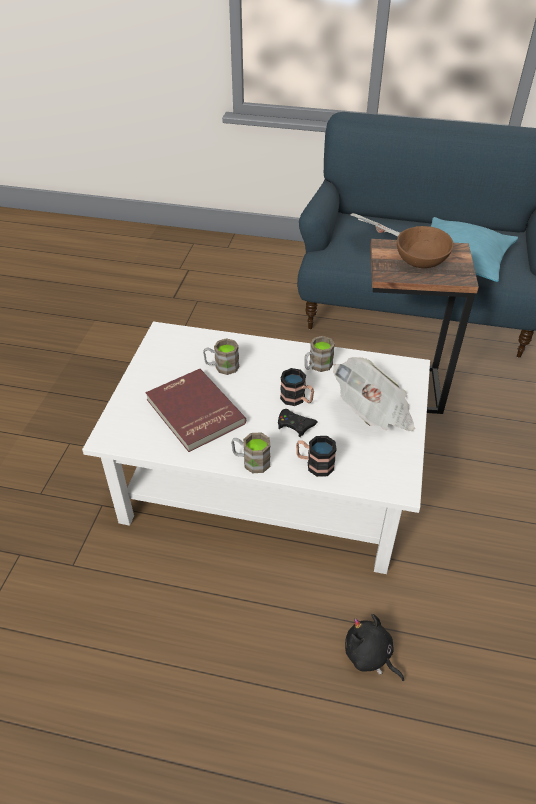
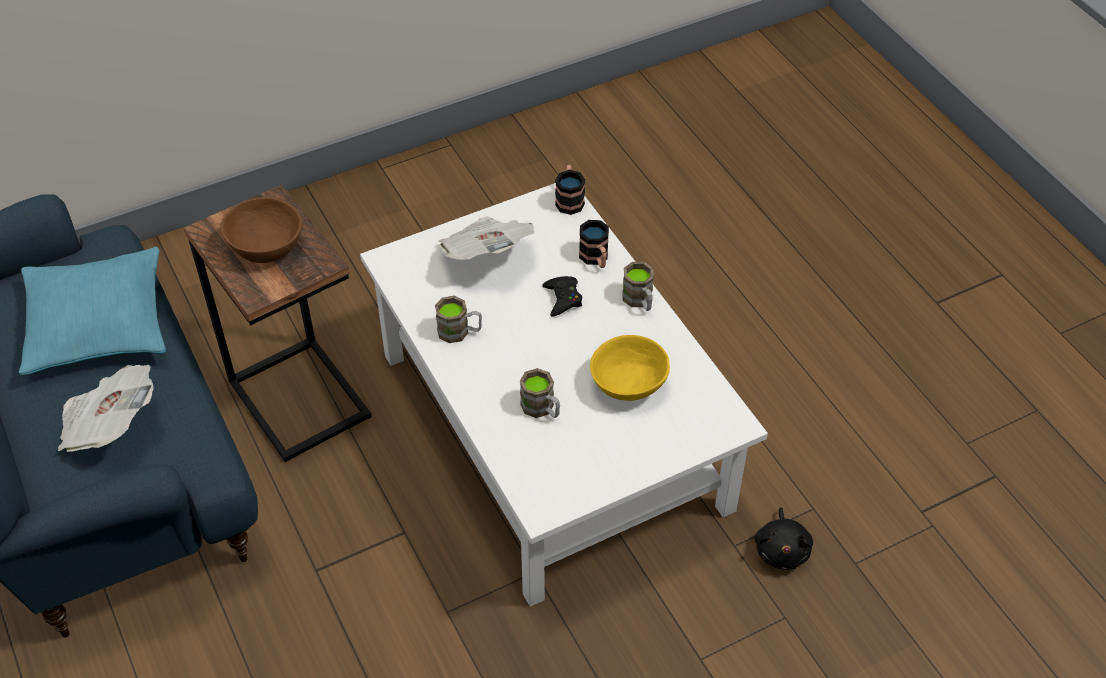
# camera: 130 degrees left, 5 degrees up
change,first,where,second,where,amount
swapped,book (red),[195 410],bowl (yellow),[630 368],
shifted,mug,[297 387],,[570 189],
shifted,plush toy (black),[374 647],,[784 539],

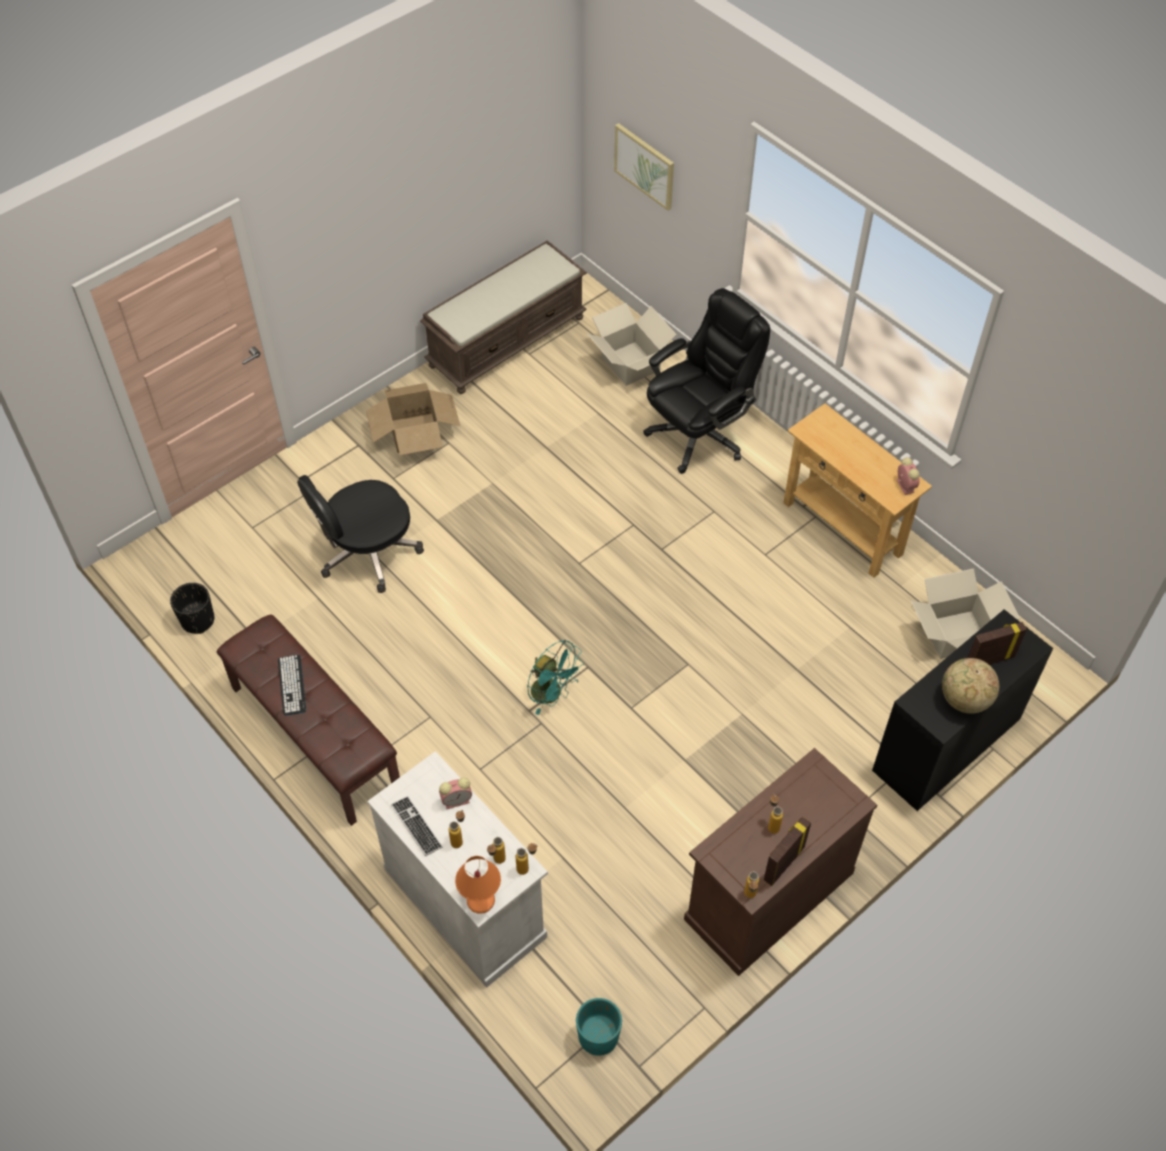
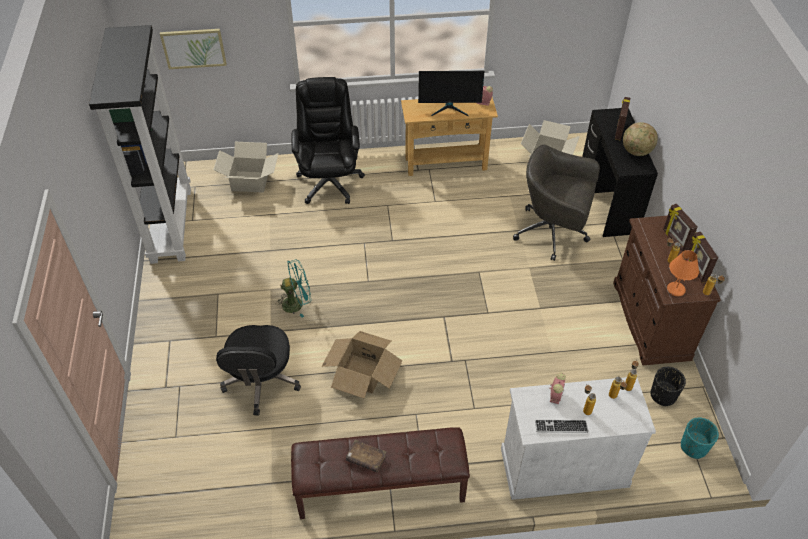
# camera: 55 degrees left, 5 degrees down
change,first,where,second,where,amount
shifted,planter (black),[192 608],,[668 386],
swapped,keyboard,[292 685],book (brown),[366 456],
shifted,cardboard box,[413 419],,[361 365],
swapped,bench (brown),[503 317],bookcase (black),[140 144],
shifted,table lamp (orange),[478 885],,[683 273],
shifted,fan (turquoise),[555 677],,[293 288],
new,,,monitor,[451 93],
new,,,office chair (grey),[556 202],
new,,,picture frame,[680 228],

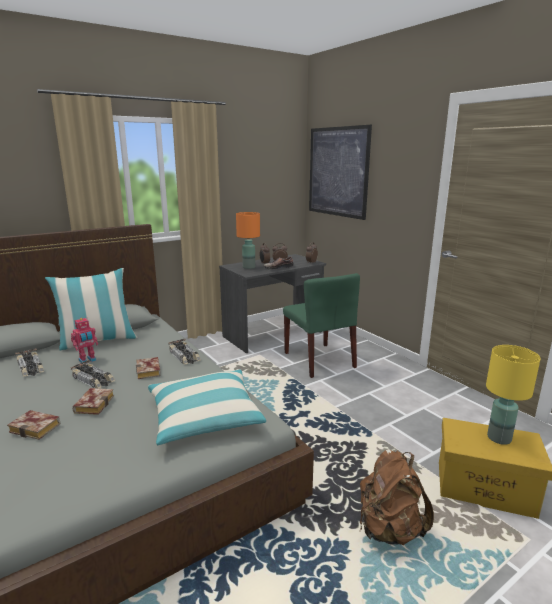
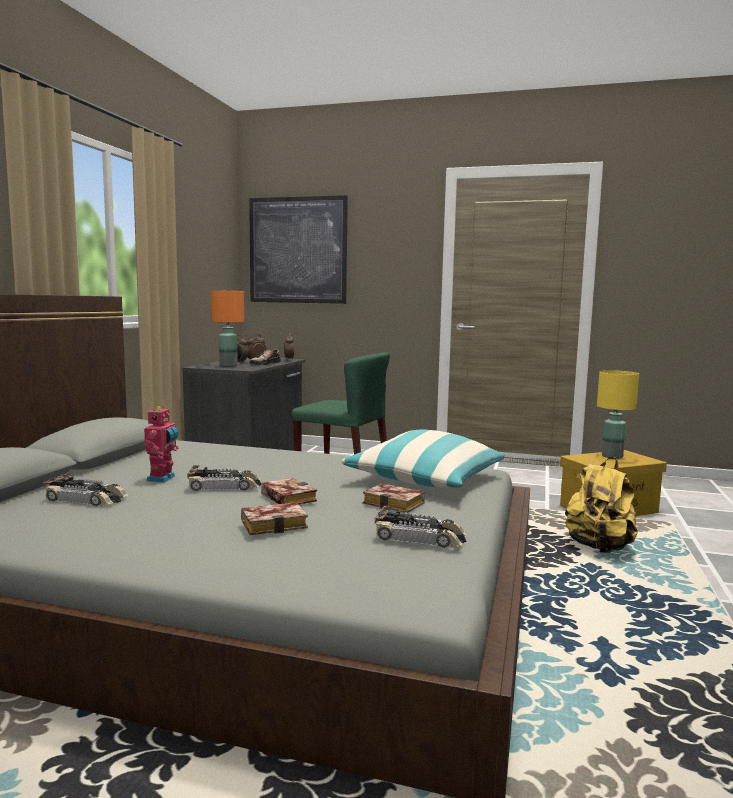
# camera: 40 degrees left, 10 degrees down
change,first,where,second,where,amount
gone,pillow,[91 309],,,
shifted,book,[148 368],,[394 498],
shifted,toy car,[184 352],,[420 526],
repainted,backpack (brown),[397 497],backpack (yellow),[601 505],

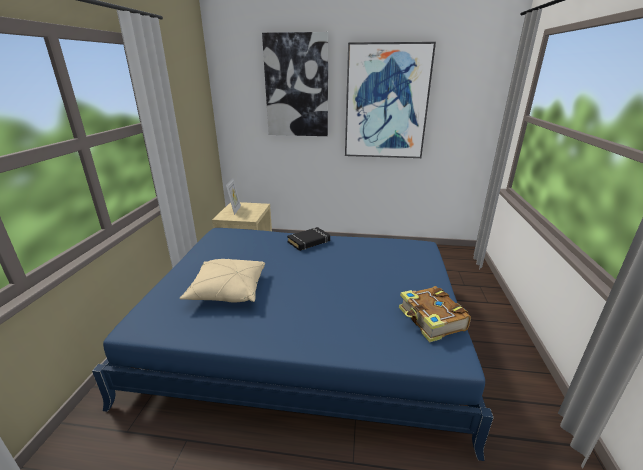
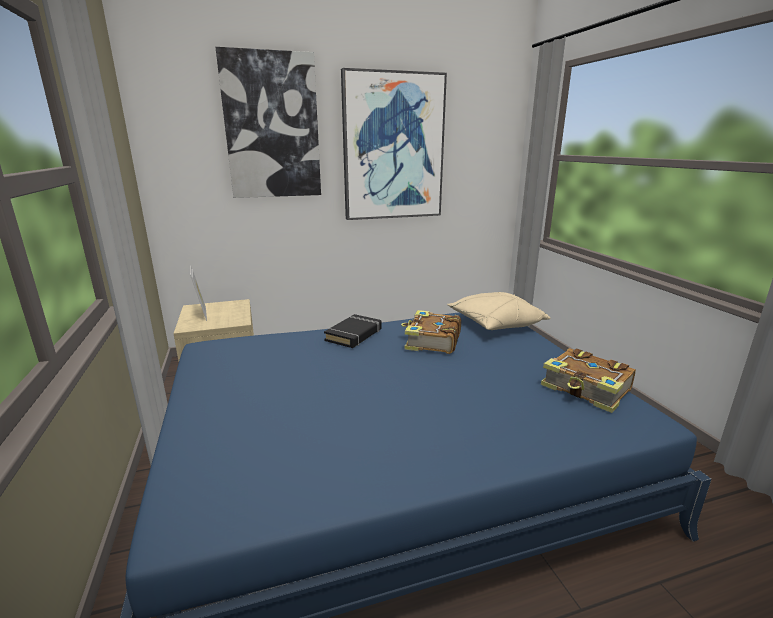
# camera: 25 degrees left, 5 degrees down
change,first,where,second,where,amount
shifted,pillow (beige),[222 281],,[499 311],
new,,,book,[431 332],

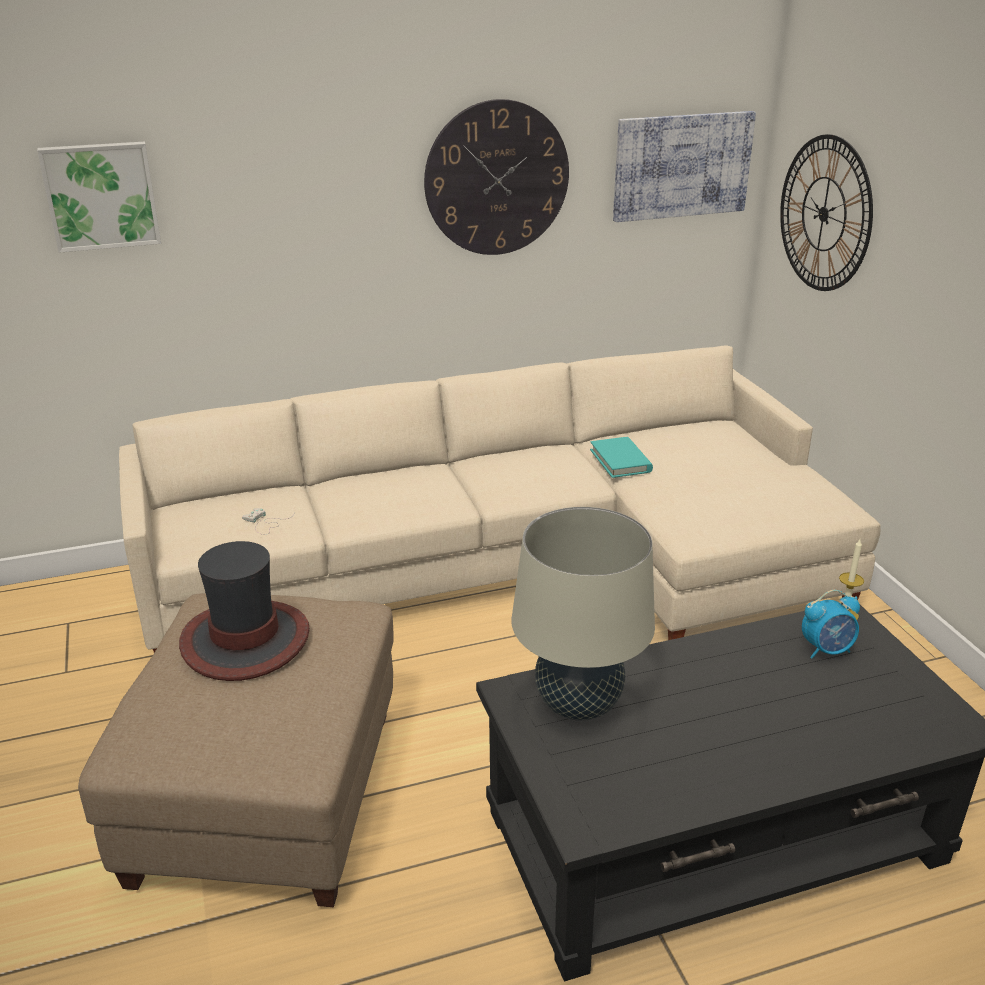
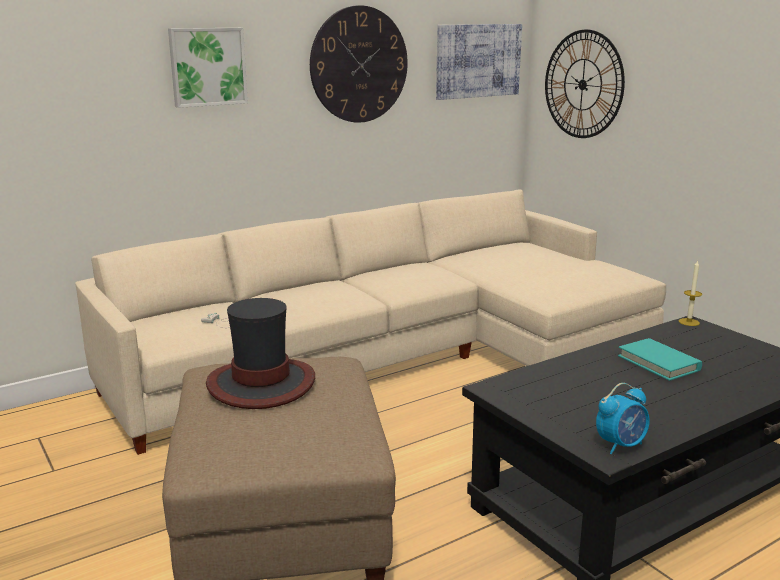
# camera: 15 degrees left, 10 degrees down
change,first,where,second,where,amount
shifted,picture,[99 197],,[208 68],
gone,table lamp (beige),[583 614],,,
shifted,book (turquoise),[621 457],,[660 359],
shifted,alarm clock,[831 624],,[623 418],

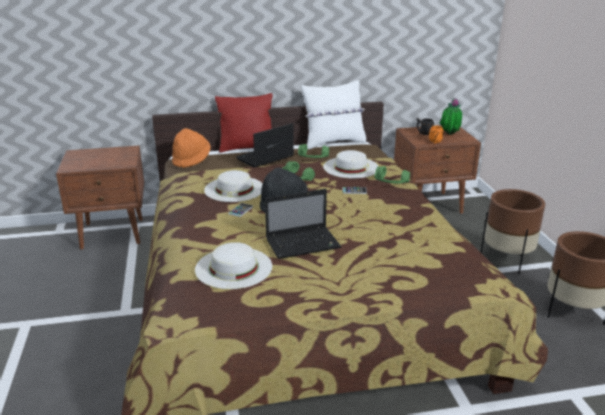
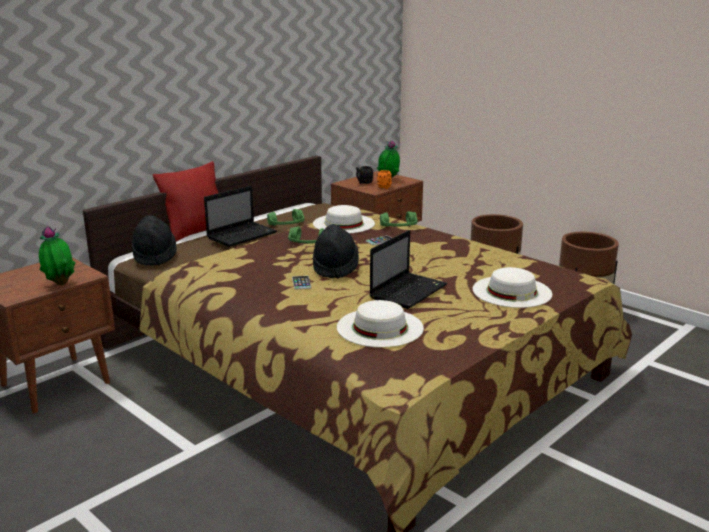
# camera: 35 degrees left, 5 degrees down
change,first,where,second,where,amount
repainted,hat (orange),[191 148],hat (black),[154 240],
shifted,hat (white),[233 186],,[512 287],
rotated,laptop,[265 145],,[240 216],150 degrees counterclockwise
gone,pillow (white),[334 114],,,
new,,,potted plant,[57 255],

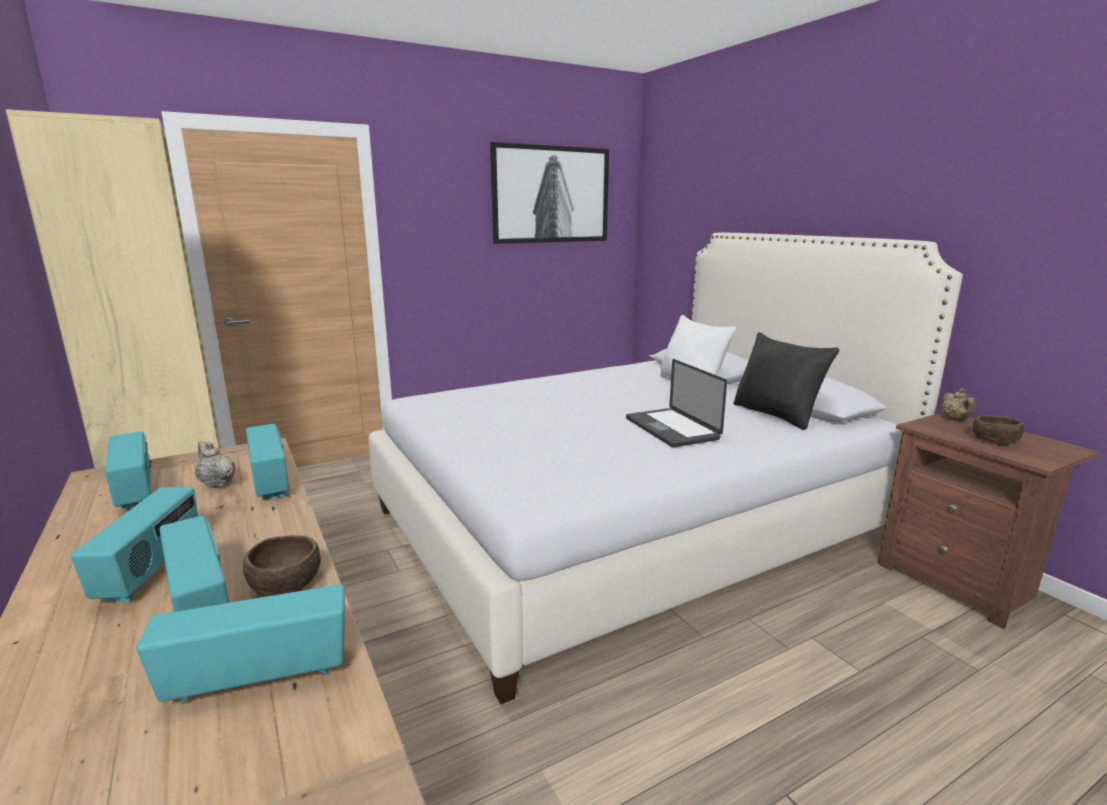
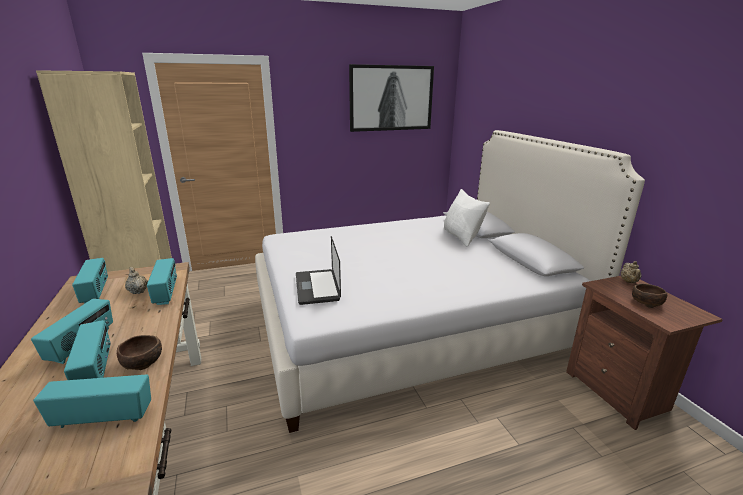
# camera: 10 degrees right, 5 degrees up
change,first,where,second,where,amount
shifted,laptop,[676 403],,[318 270],
gone,pillow (black),[786 381],,,

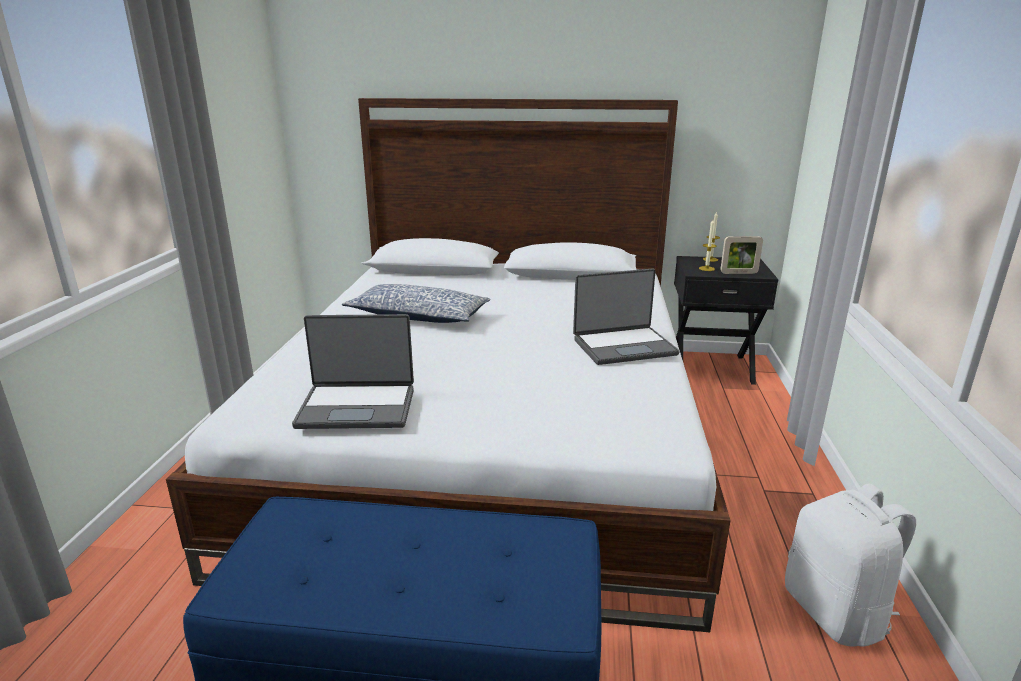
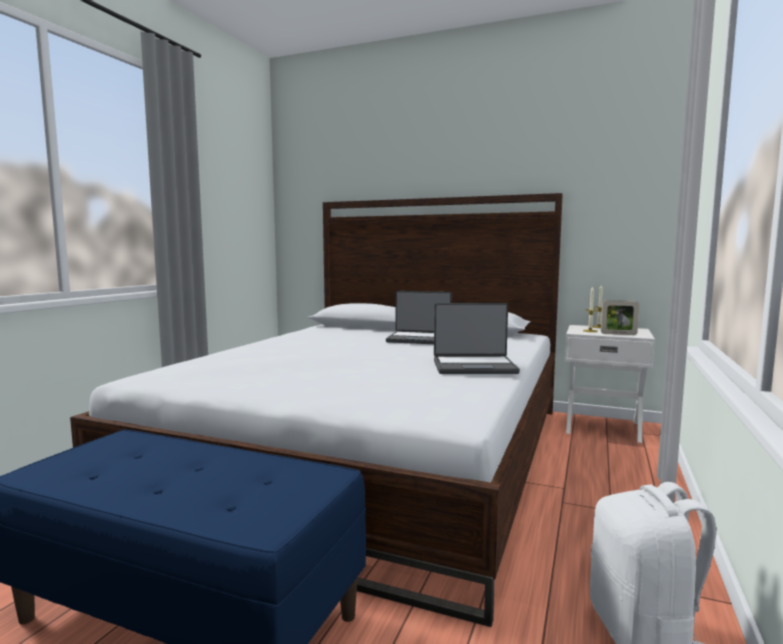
# camera: 15 degrees right, 15 degrees down
change,first,where,second,where,amount
shifted,laptop,[353 371],,[419 317],
gone,pillow,[416 303],,,
repainted,nightstand (black),[726 320],nightstand (white),[610 384],

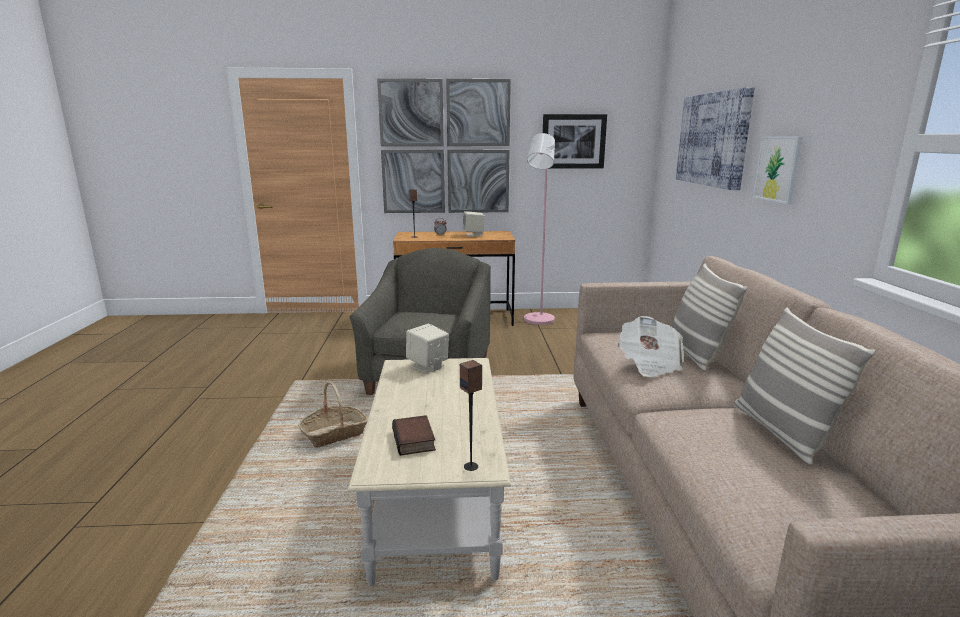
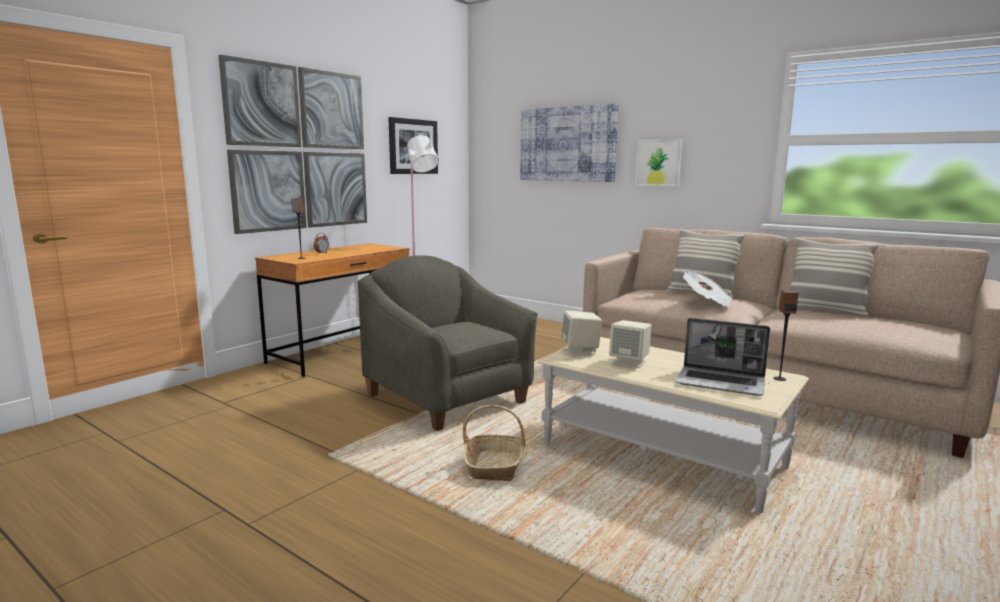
# camera: 50 degrees left, 5 degrees down
change,first,where,second,where,amount
swapped,book,[414 435],laptop,[723 357],
shifted,speaker (beige),[474 224],,[630 344],

